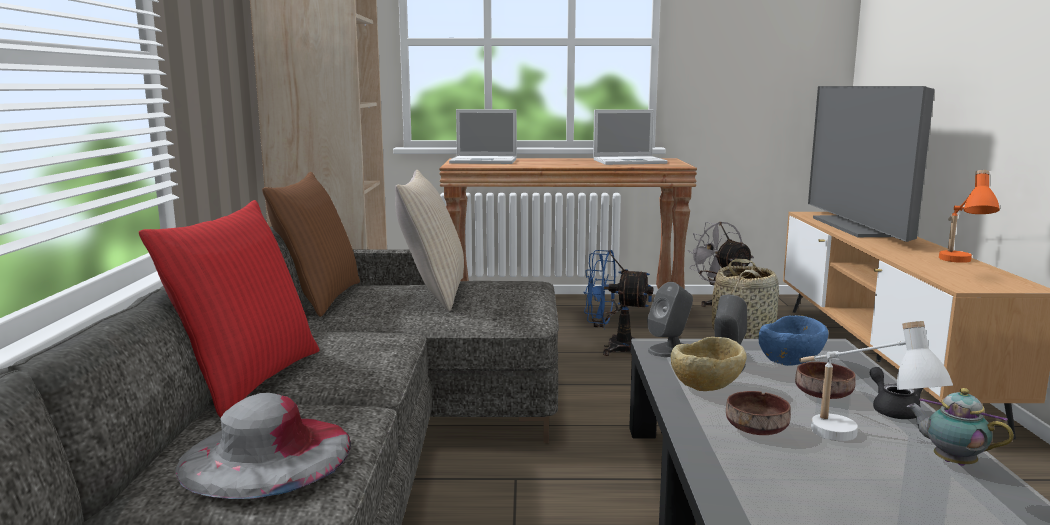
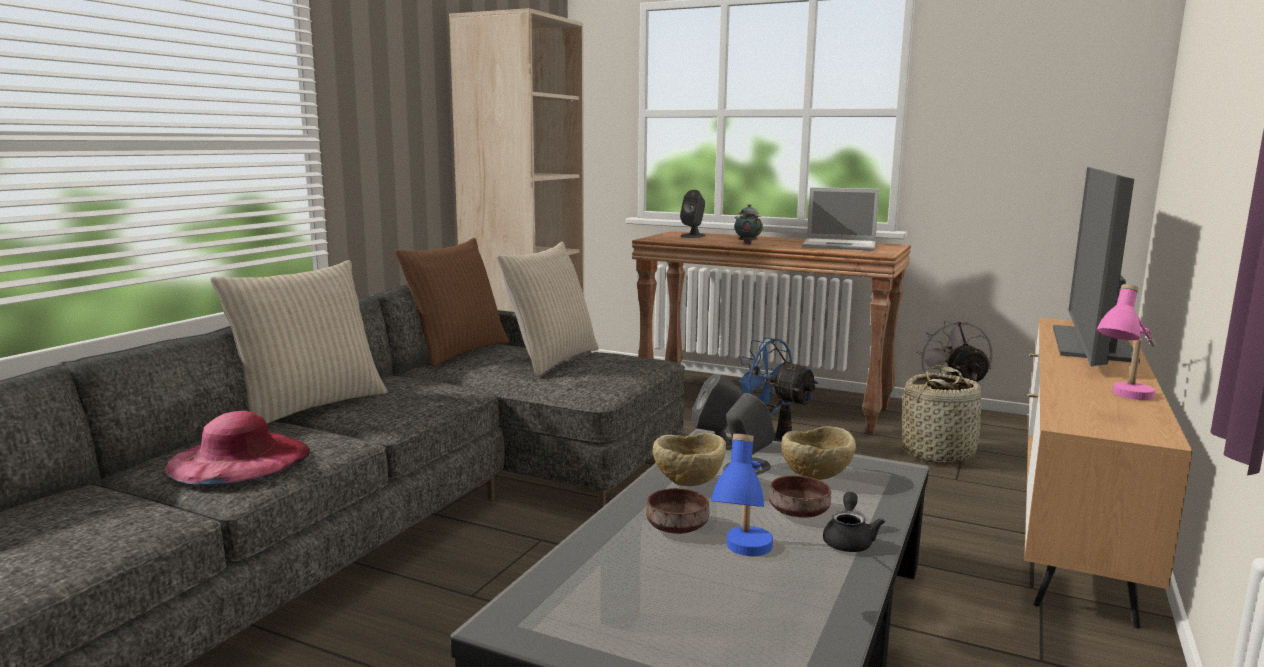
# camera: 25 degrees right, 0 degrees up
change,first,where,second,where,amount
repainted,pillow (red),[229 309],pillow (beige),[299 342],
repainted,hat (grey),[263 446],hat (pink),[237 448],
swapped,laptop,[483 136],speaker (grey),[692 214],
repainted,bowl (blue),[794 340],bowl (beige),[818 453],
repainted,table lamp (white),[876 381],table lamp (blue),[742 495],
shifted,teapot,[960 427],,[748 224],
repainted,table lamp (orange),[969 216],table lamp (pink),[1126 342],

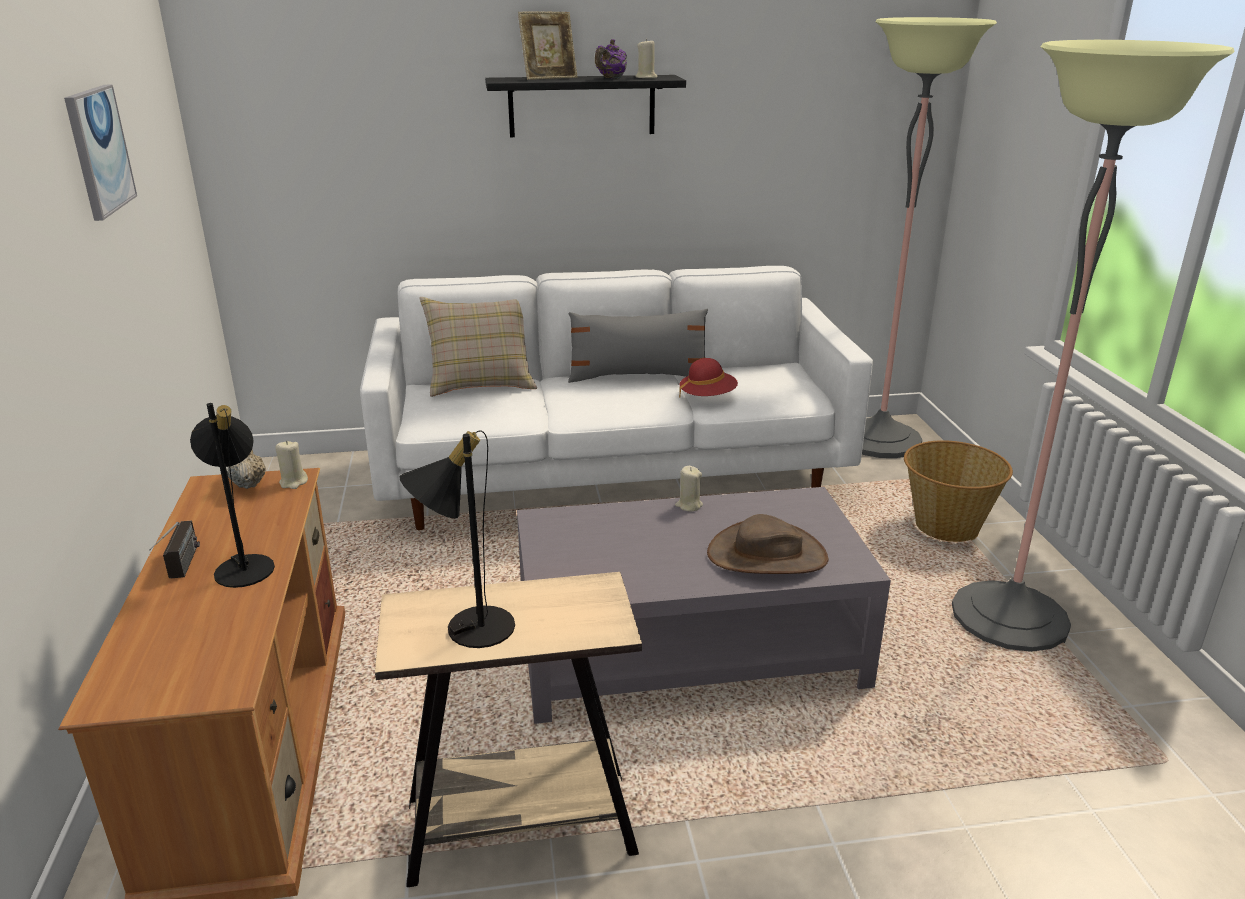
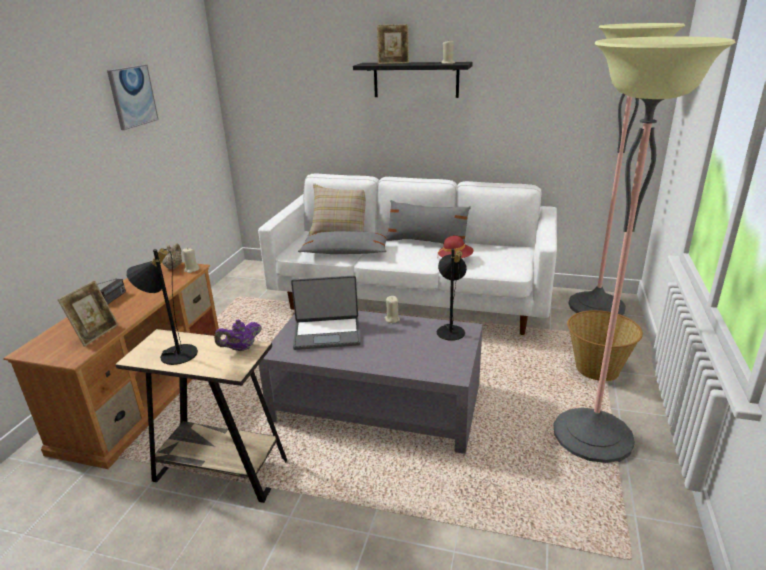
# camera: 25 degrees right, 0 degrees up
change,first,where,second,where,amount
shifted,table lamp (black),[232 495],,[452 295],
shifted,teapot (purple),[611 59],,[238 335],
gone,hat (brown),[768 544],,,
new,,,picture frame,[88 314],
new,,,laptop,[325 312],
new,,,pillow (grey),[343 242],

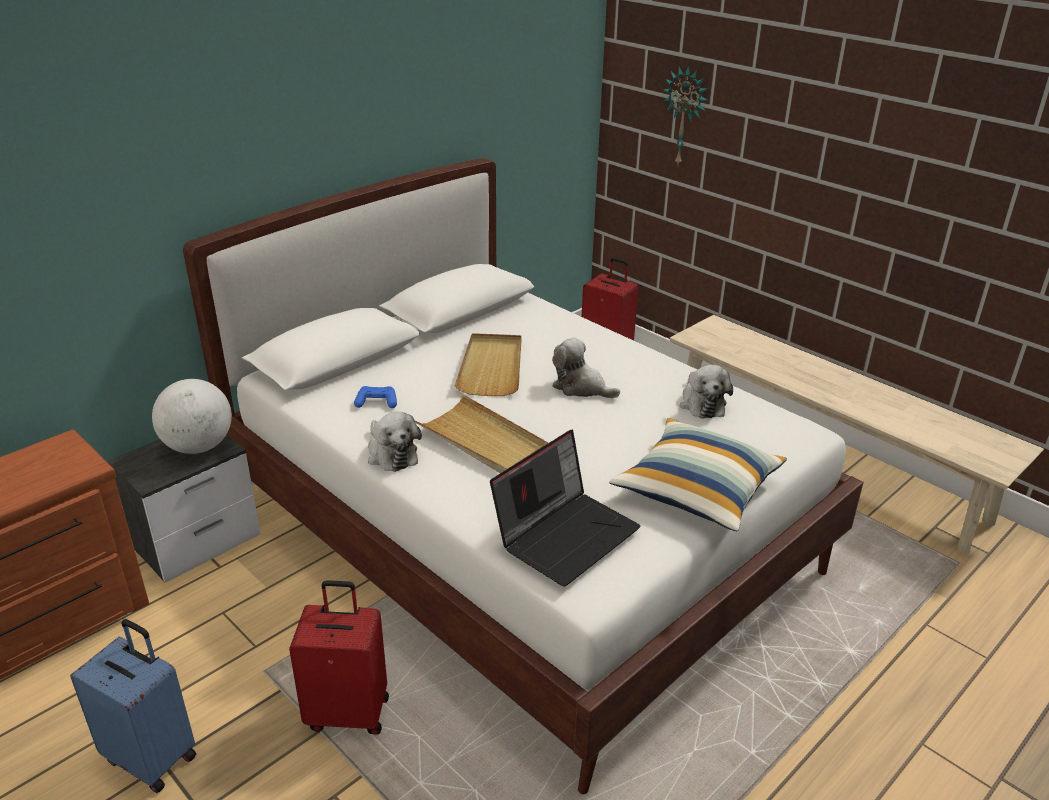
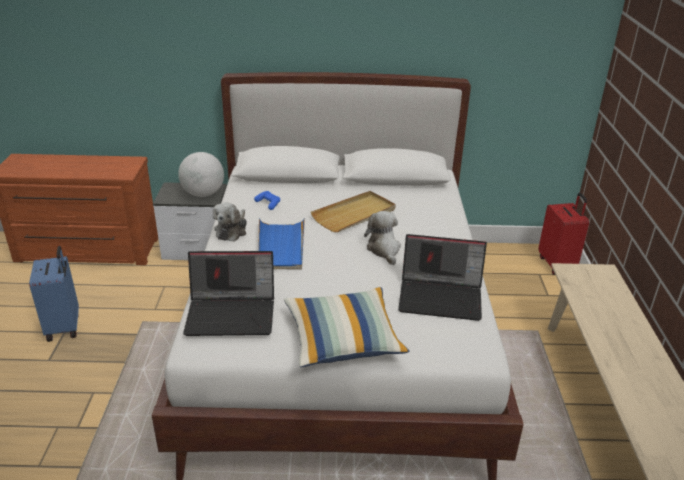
# camera: 45 degrees right, 0 degrees up
change,first,where,second,where,amount
gone,suitcase (red),[339 657],,,
repainted,tray (beige),[481 433],tray (blue),[281 244],
gone,wall clock,[685 116],,,
swapped,plush toy,[706 392],laptop,[442 277],

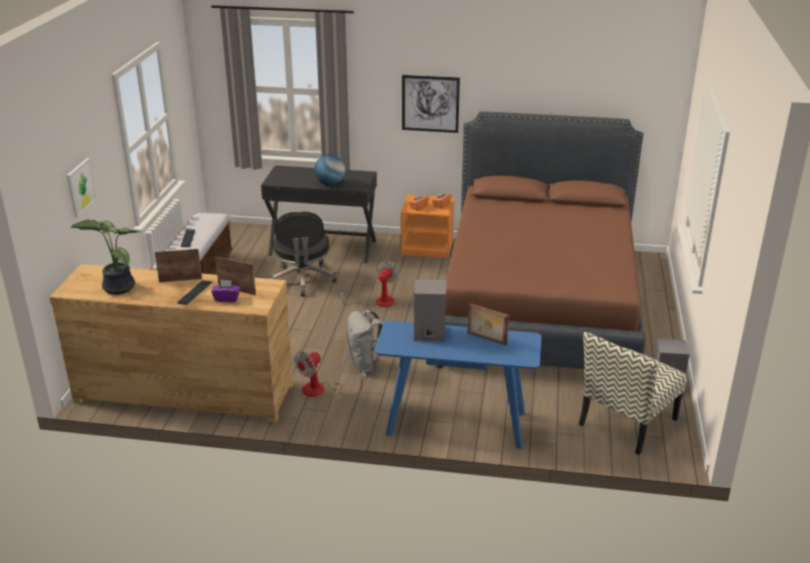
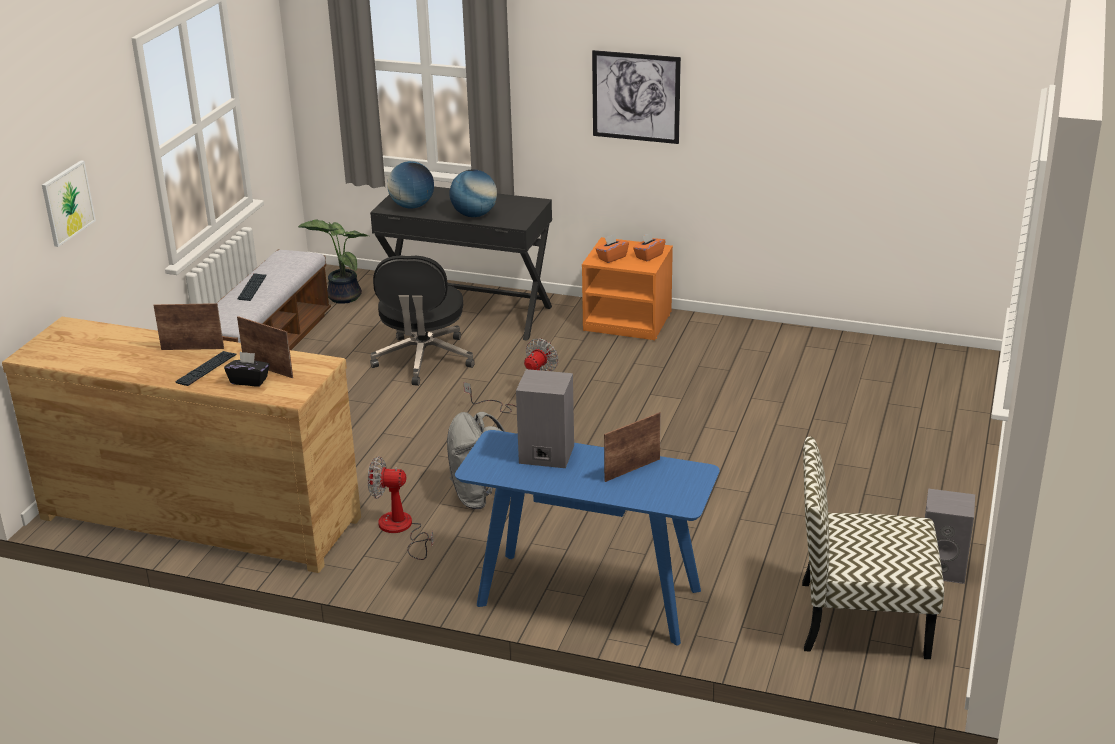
# camera: 10 degrees right, 0 degrees up
change,first,where,second,where,amount
shifted,potted plant,[104 257],,[333 261],
repainted,tissue box (purple),[225 291],tissue box (black),[247 369],
rotated,fan,[330 374],,[401 508],45 degrees clockwise
gone,bed (brown),[541 240],,,
rotated,picture frame,[488 324],,[632 447],105 degrees clockwise
rotated,chair,[632 393],,[873 548],45 degrees clockwise
new,,,globe,[410 185],

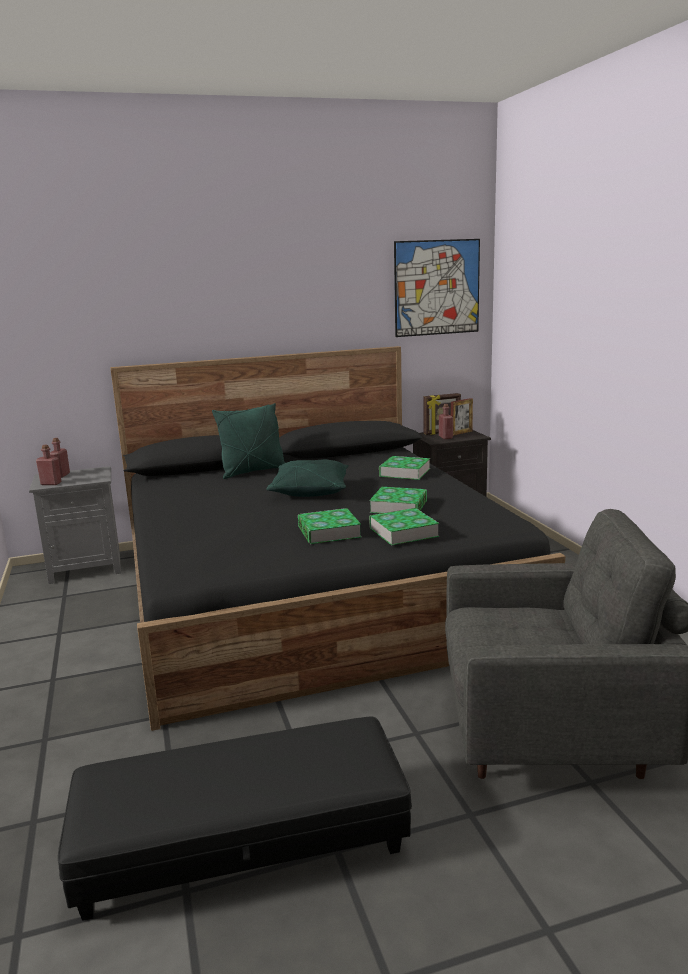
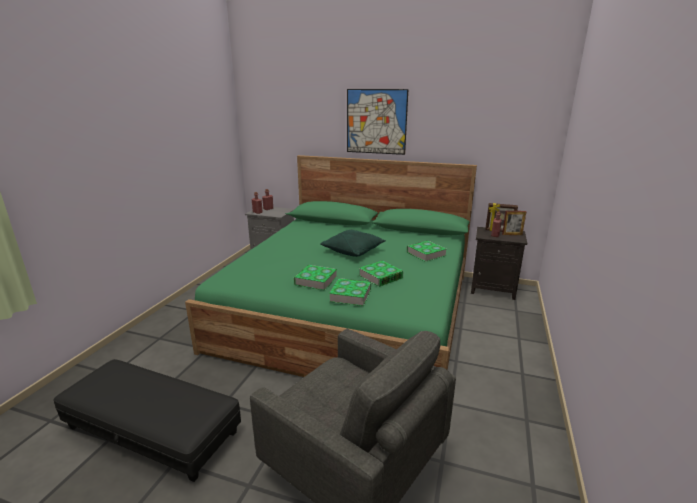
# camera: 35 degrees right, 5 degrees up
change,first,where,second,where,amount
repainted,bed (black),[337 538],bed (green),[331 266],
gone,pillow (green),[248 441],,,
shifted,picture,[437 288],,[377 122],

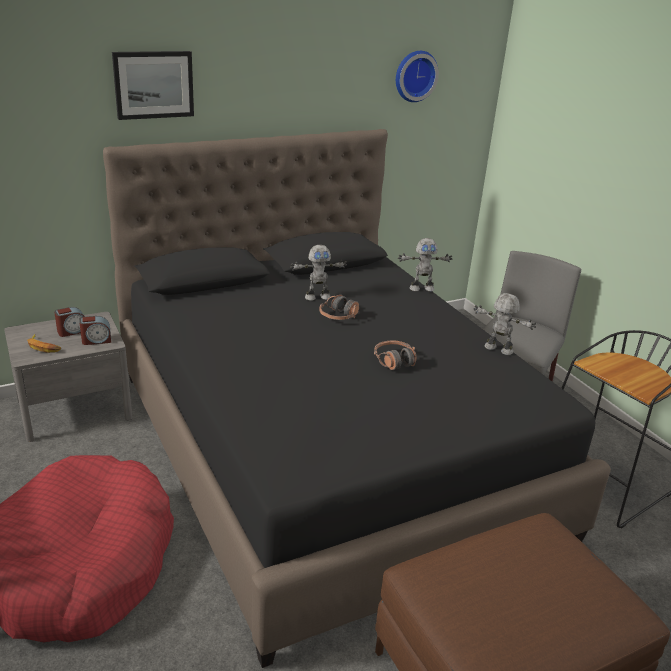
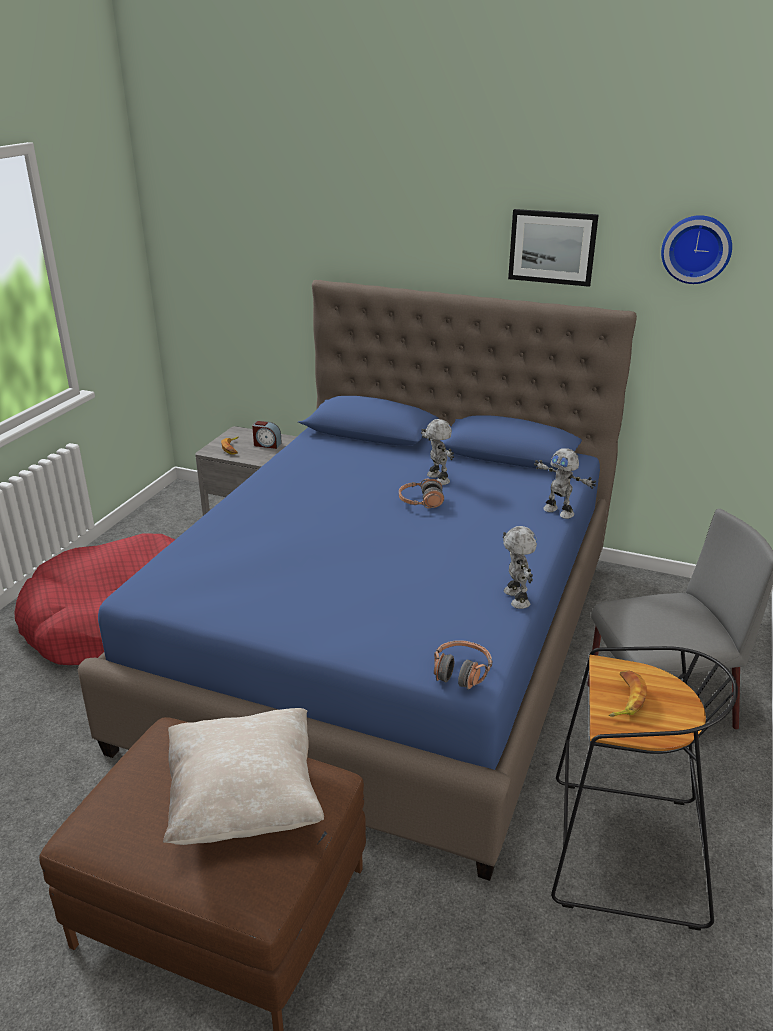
# camera: 50 degrees right, 0 degrees up
change,first,where,second,where,amount
gone,alarm clock,[95 330],,,
repainted,bed (black),[357 398],bed (blue),[357 580],
shifted,picture,[153 85],,[553 248],
rotated,toy robot,[318 273],,[437 452],150 degrees counterclockwise
shifted,headphones,[395 355],,[463 664],
new,,,pillow (beige),[243 776],
new,,,banana,[628 694],

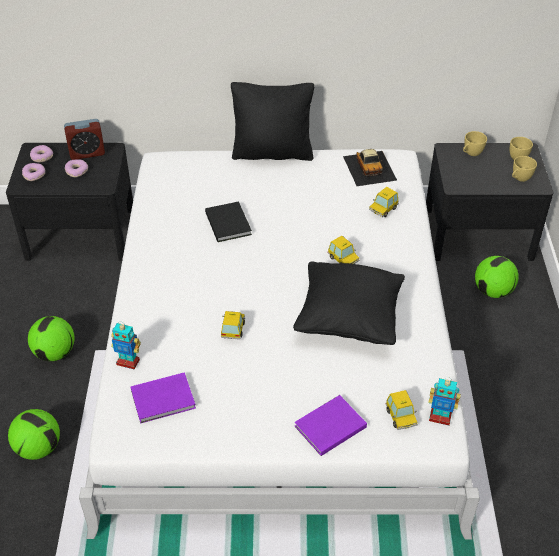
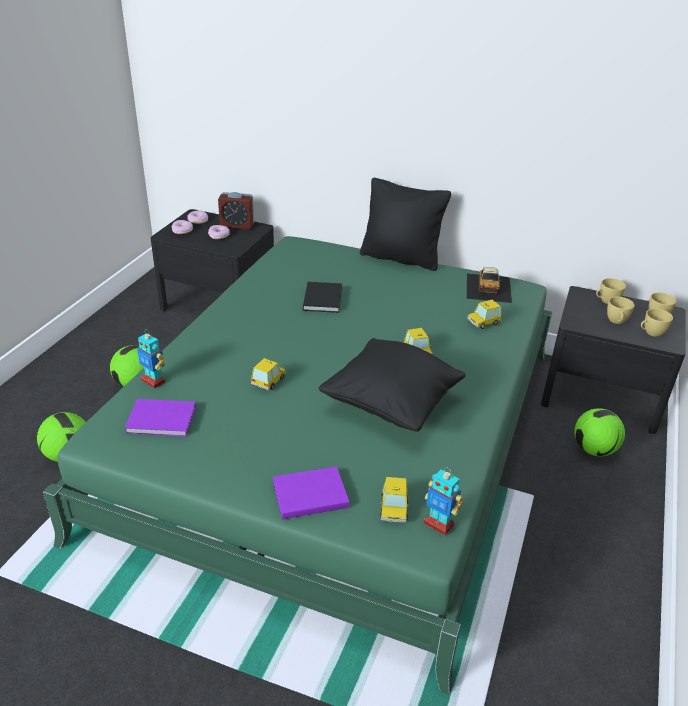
# camera: 20 degrees right, 10 degrees down
change,first,where,second,where,amount
repainted,bed (white),[279 344],bed (green),[297 465],
new,,,cup (yellow),[620 310],

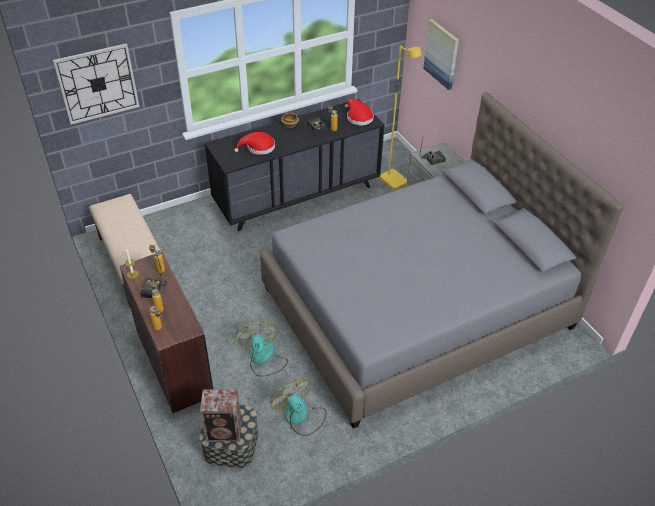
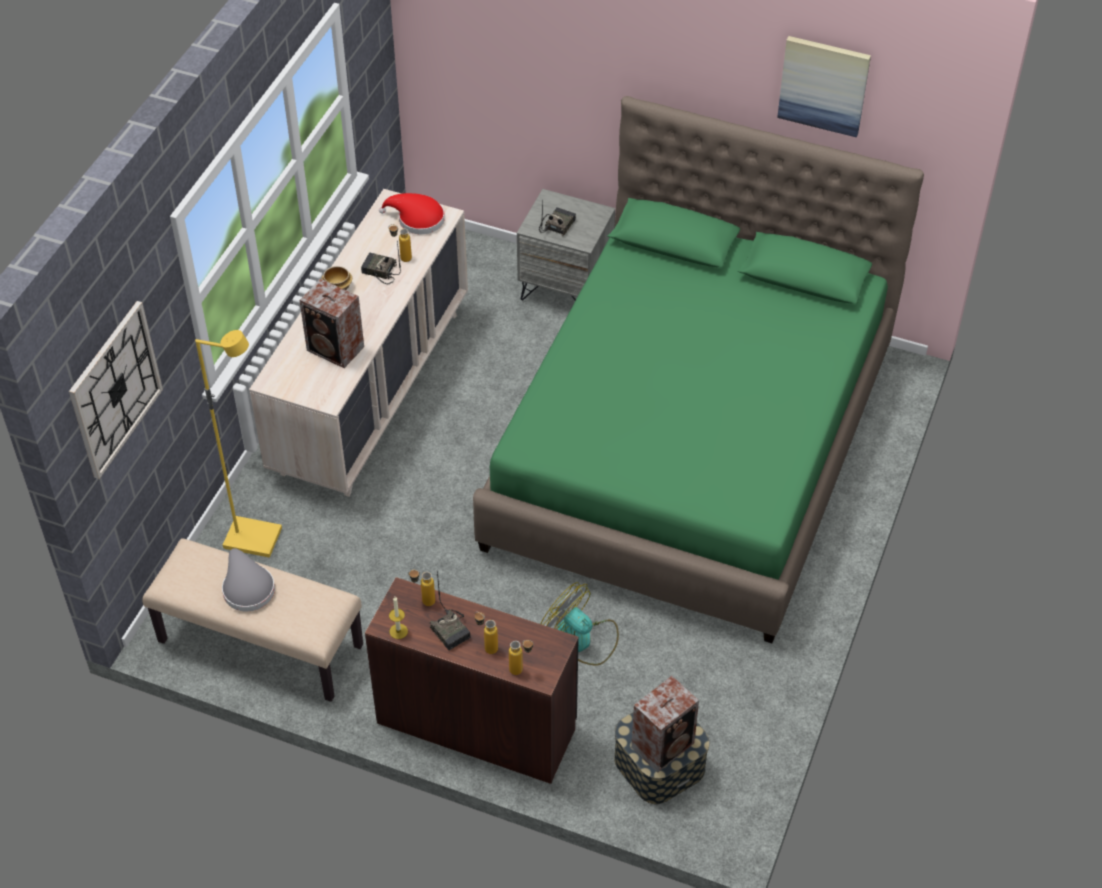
# camera: 40 degrees left, 5 degrees up
change,first,where,second,where,amount
repainted,dresser (black),[294 165],dresser (beige),[358 343],
swapped,hat (red),[254 143],speaker,[331 323],
repainted,bed (grey),[442 260],bed (green),[698 369],
gone,fan,[298 407],,,
shifted,floor lamp (yellow),[400 118],,[238 443],
shifted,picture,[441 54],,[824 86],
new,,,hat (grey),[248 580],

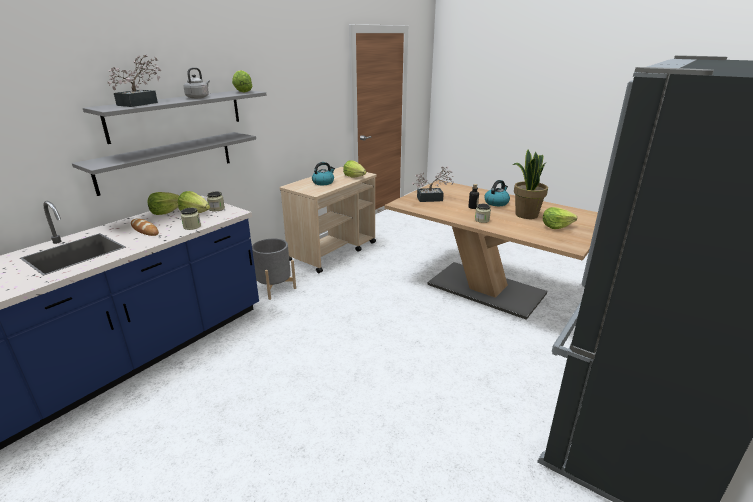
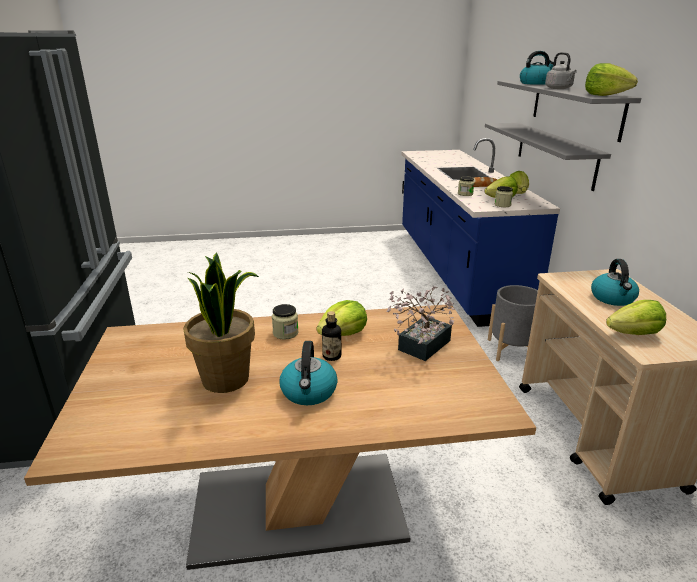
# camera: 135 degrees right, 0 degrees up
change,first,where,second,where,amount
swapped,potted plant,[134 81],kettle,[537 68],
shifted,lettuce,[560 218],,[342 318],

